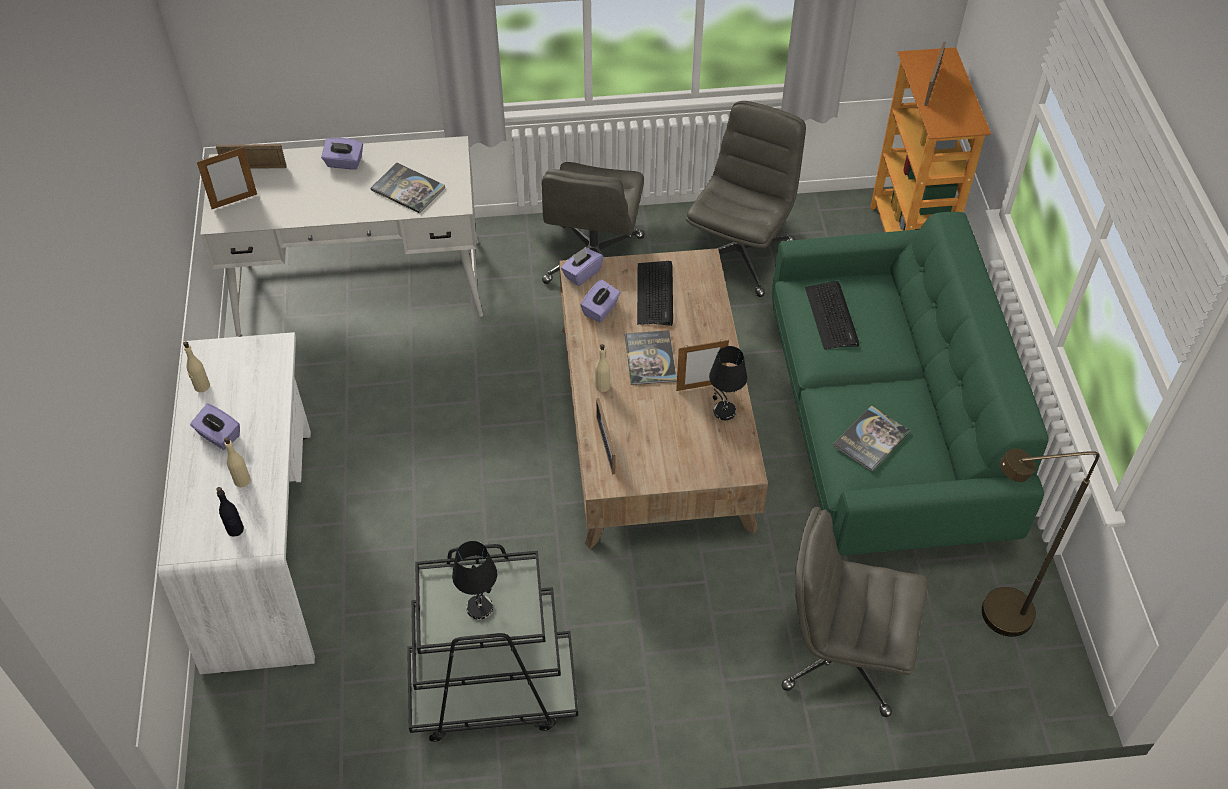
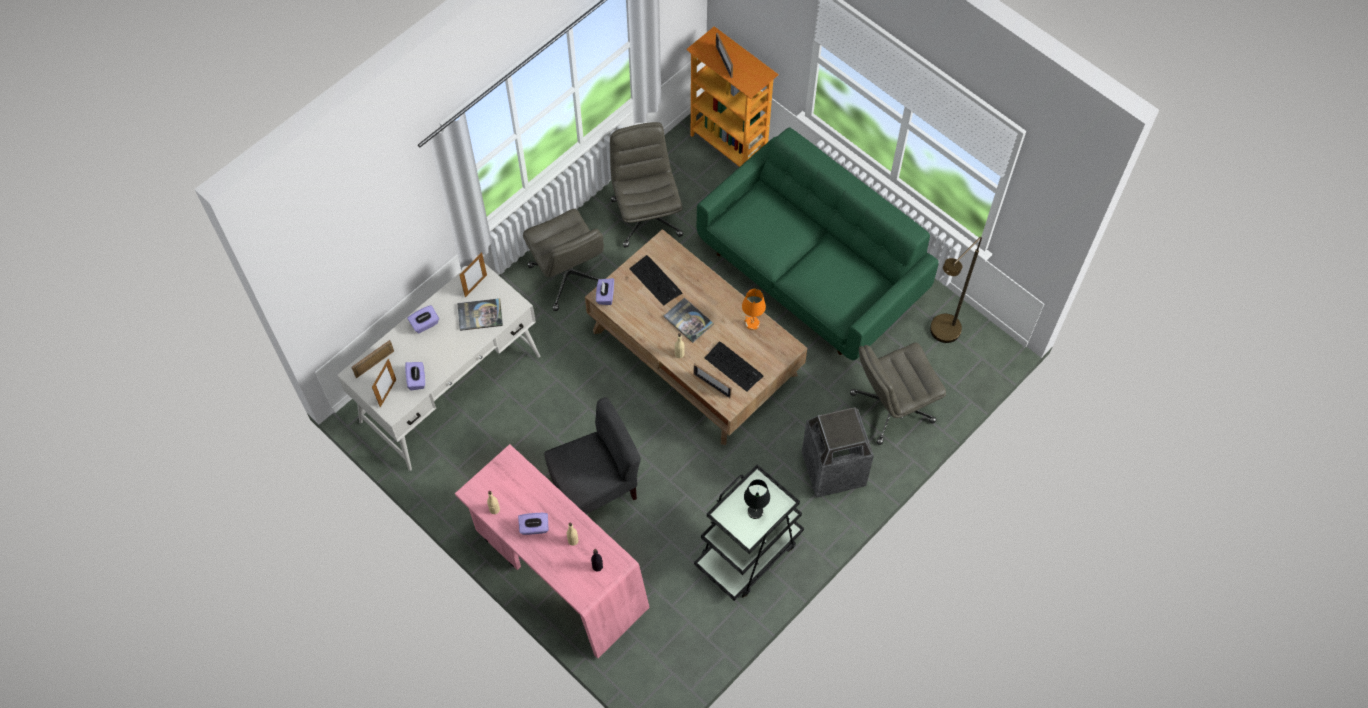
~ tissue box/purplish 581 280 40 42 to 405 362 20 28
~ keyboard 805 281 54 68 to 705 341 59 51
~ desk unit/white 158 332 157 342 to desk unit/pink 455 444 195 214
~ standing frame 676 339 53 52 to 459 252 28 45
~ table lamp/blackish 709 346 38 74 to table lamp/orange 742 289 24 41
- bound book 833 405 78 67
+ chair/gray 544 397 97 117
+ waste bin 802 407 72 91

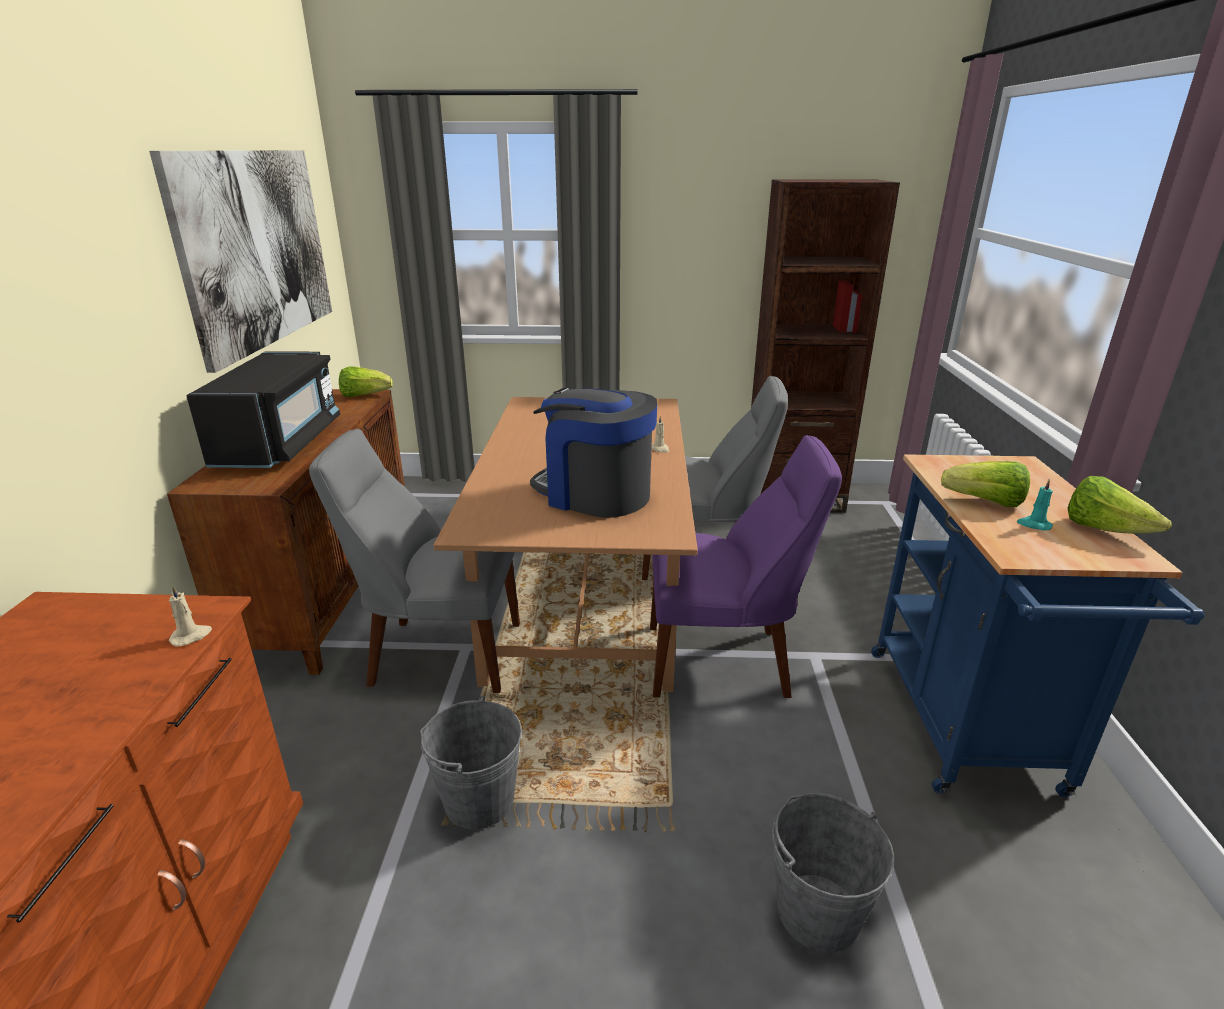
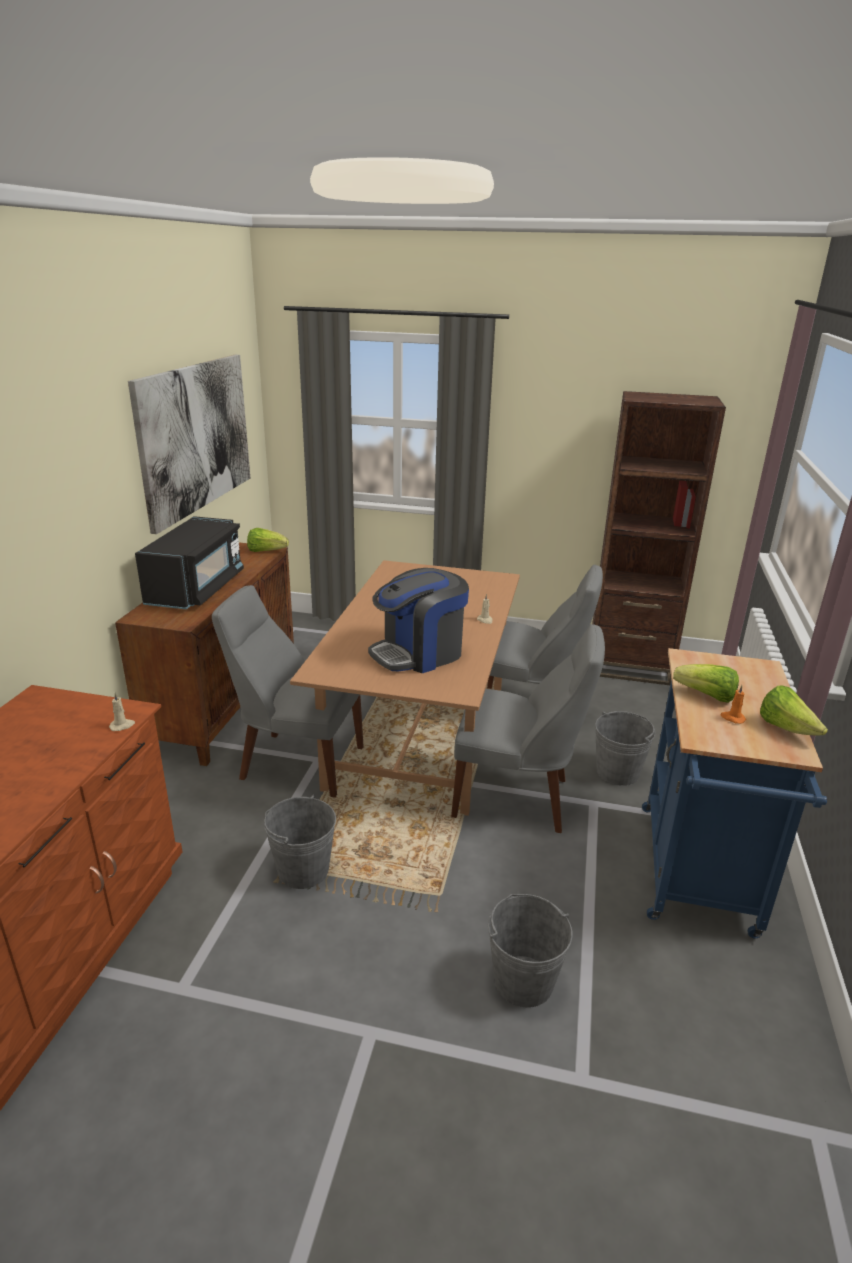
~ coffee brewer 530 388 127 130 = 368 568 101 105 75 degrees counterclockwise
~ chair/purplish 650 435 192 263 to chair/gray 451 624 154 209
~ wax candle/turquoise-coloured 1017 479 36 51 to wax candle/orange 721 685 25 39
+ pail/gray 595 711 60 75

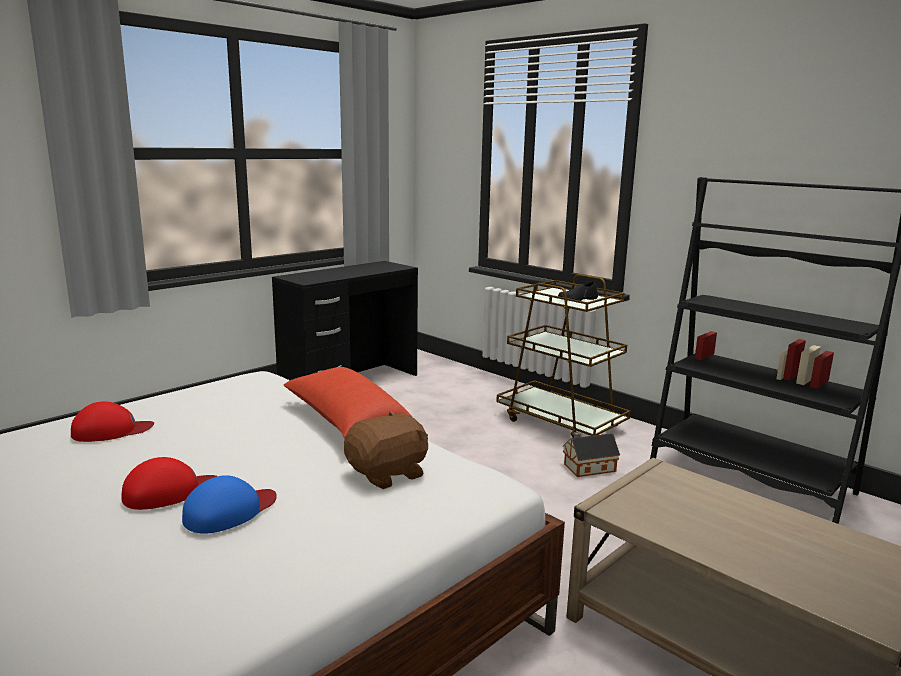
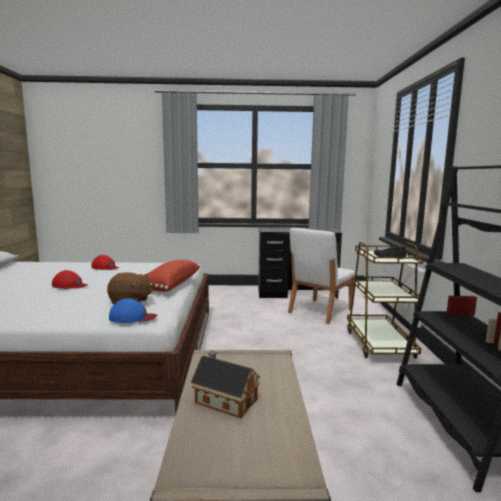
~ toy house 562 432 58 45 to 191 351 69 67
~ peaked cap/blue 182 475 95 59 to 109 298 49 25
+ chair/white 288 228 67 96

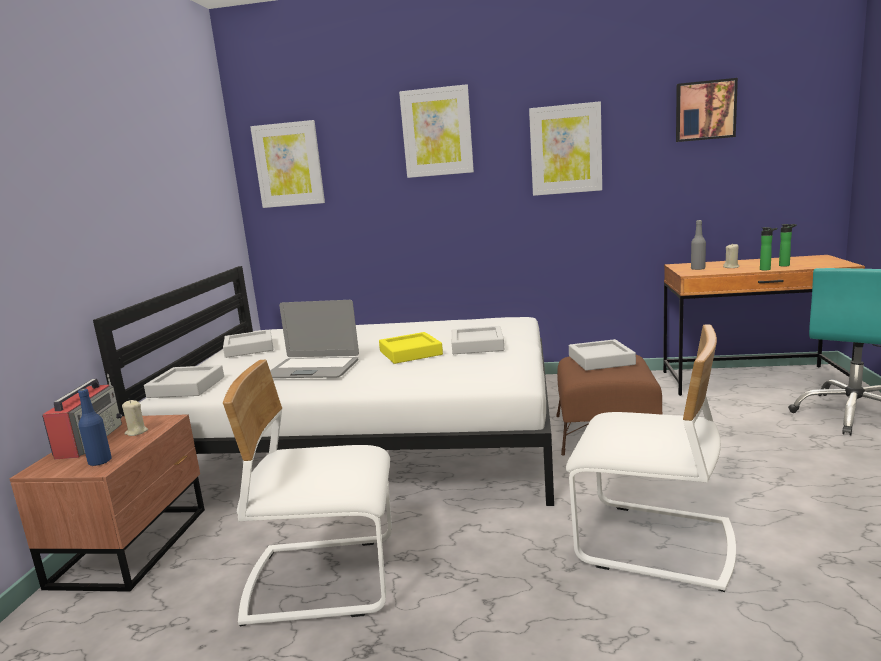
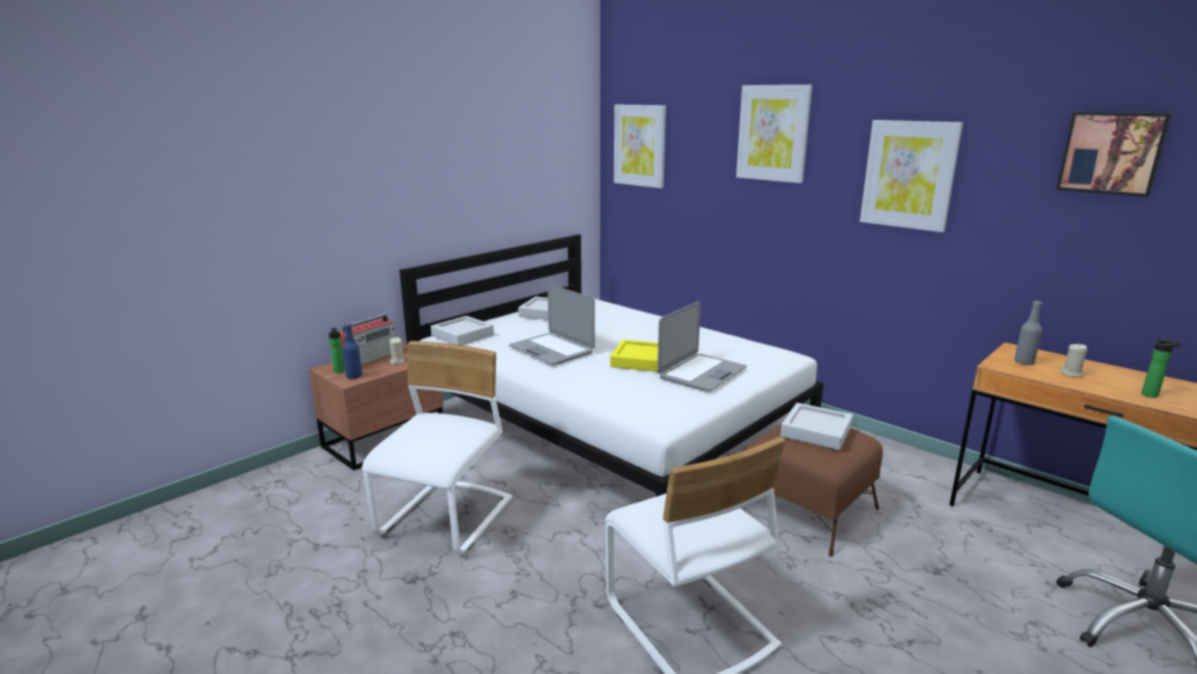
~ drink bottle 760 227 17 43 to 329 328 16 46
~ carrying tray/gray 452 326 52 28 to portable computer 657 301 90 90
~ chair/white 223 360 169 266 = 362 341 150 213 75 degrees clockwise

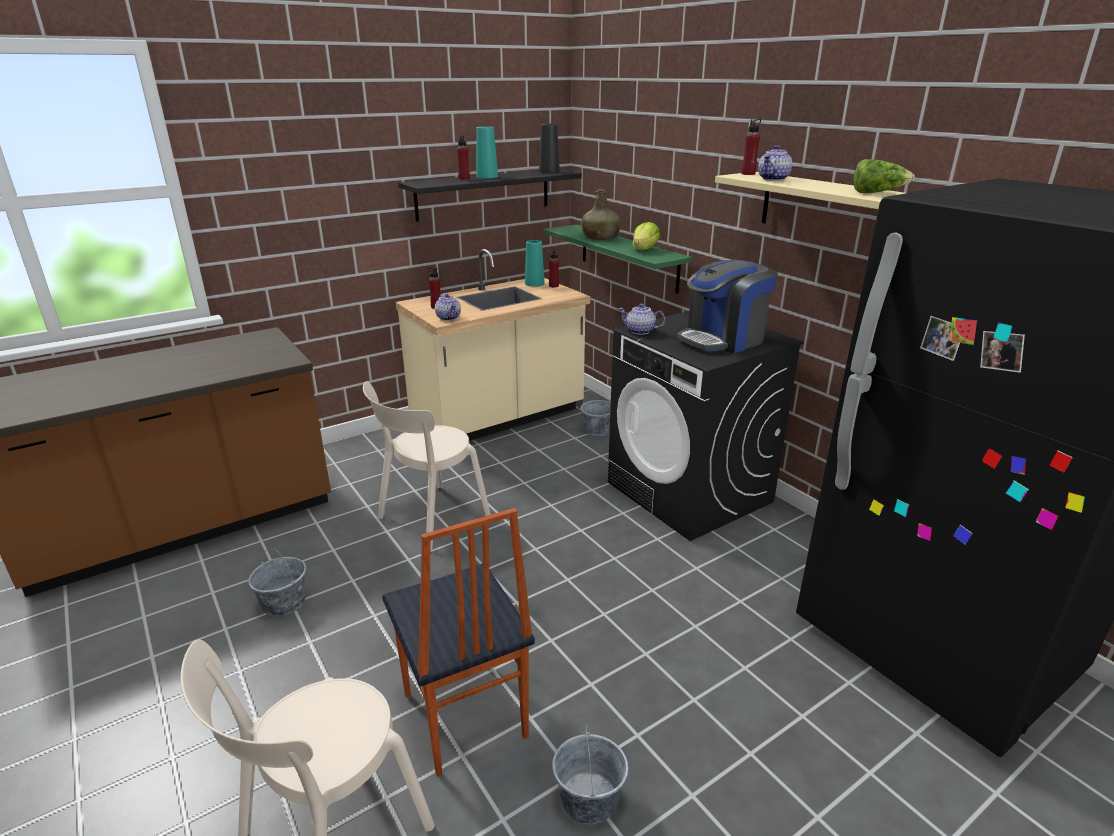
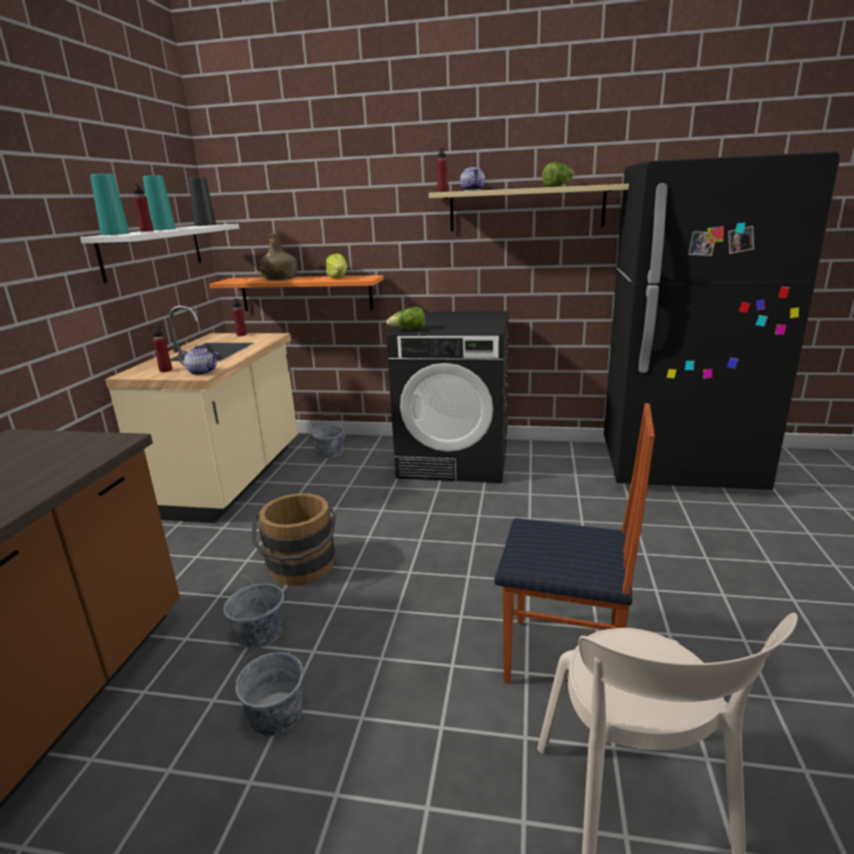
~ bracket shelf/blackish 398 169 184 53 to bracket shelf/white 80 224 159 59
~ bracket shelf/green-coloured 543 225 149 69 to bracket shelf/orange 209 275 175 36
~ decorative vase/turquoise-coloured 525 240 20 47 to 90 174 39 61
- coffee brewer 677 260 101 93
~ tea pot 618 303 47 32 to lettuce head 386 307 39 23
~ chair/beige 363 381 128 171 to pail/brown 252 493 84 93
~ pail/gray 552 726 76 98 to 223 575 61 74

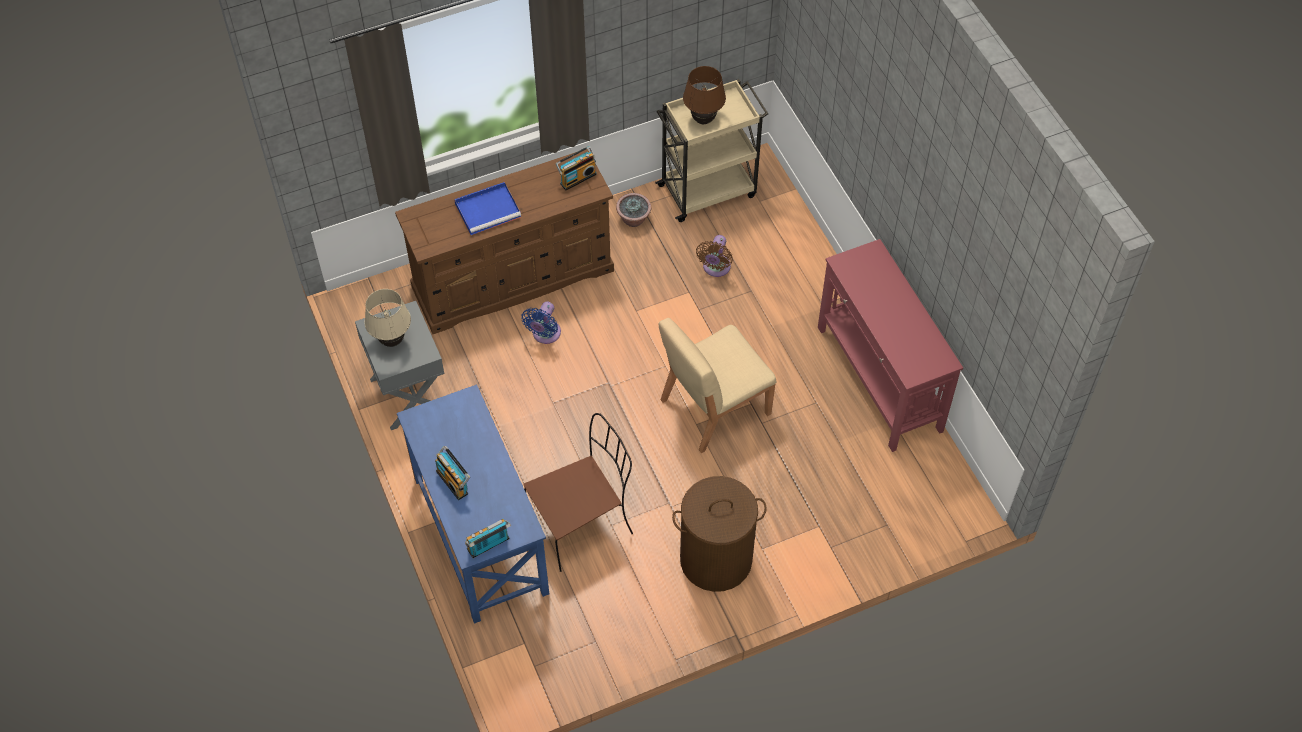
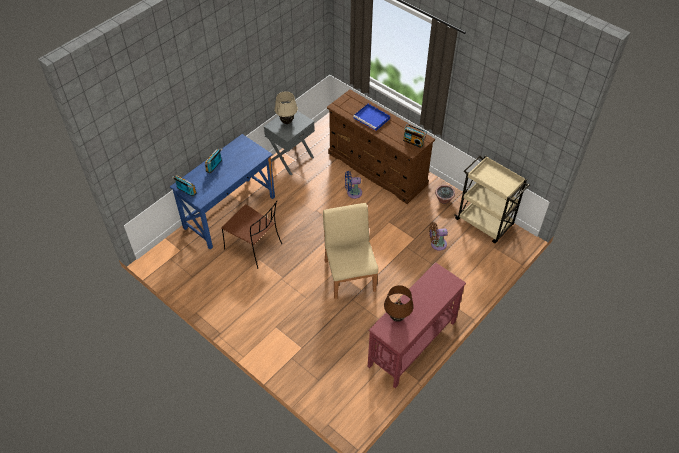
~ table lamp/brown 683 66 43 58 to 384 285 30 37
~ chair/beige 659 318 117 135 = 323 203 55 96 45 degrees clockwise
- hamper/brown 672 476 95 116

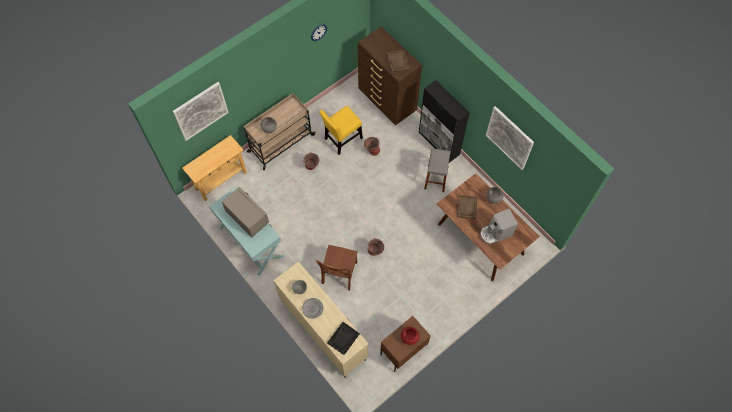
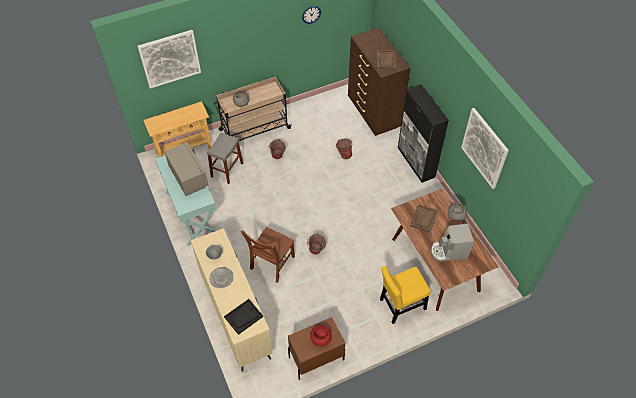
~ chair/yellow 319 106 44 49 to 380 266 51 58
~ stool seat/gray 424 148 26 44 to 207 133 36 51

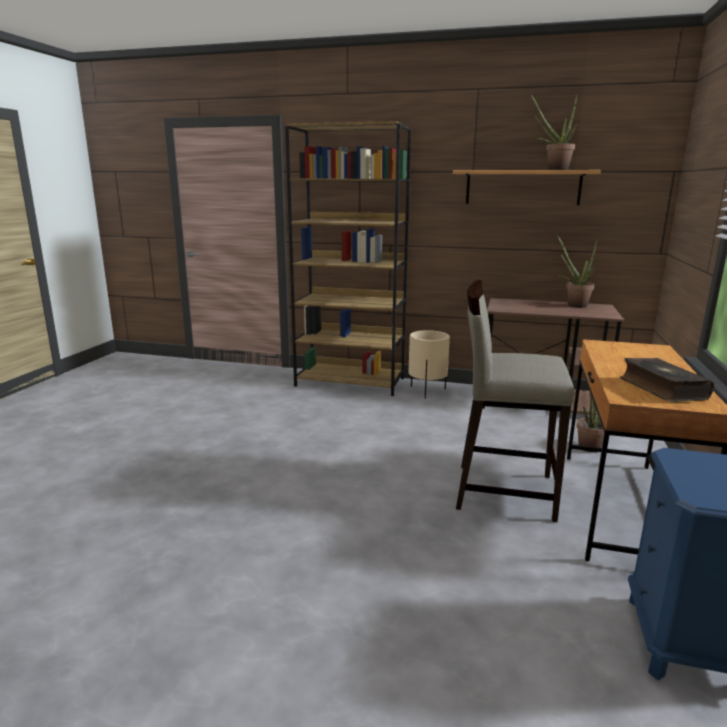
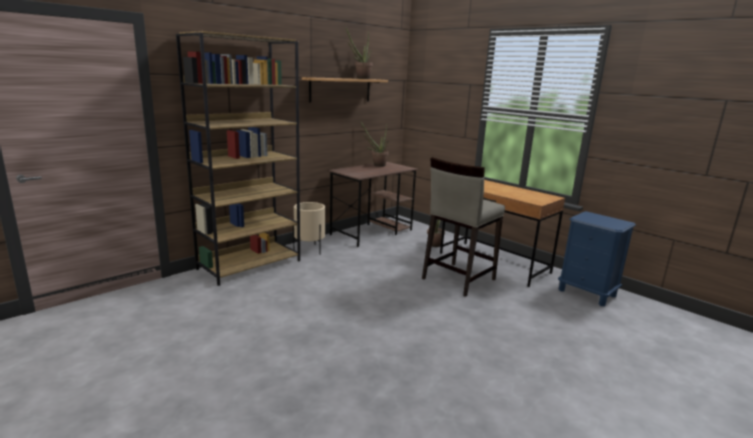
- bound book 620 358 94 44

